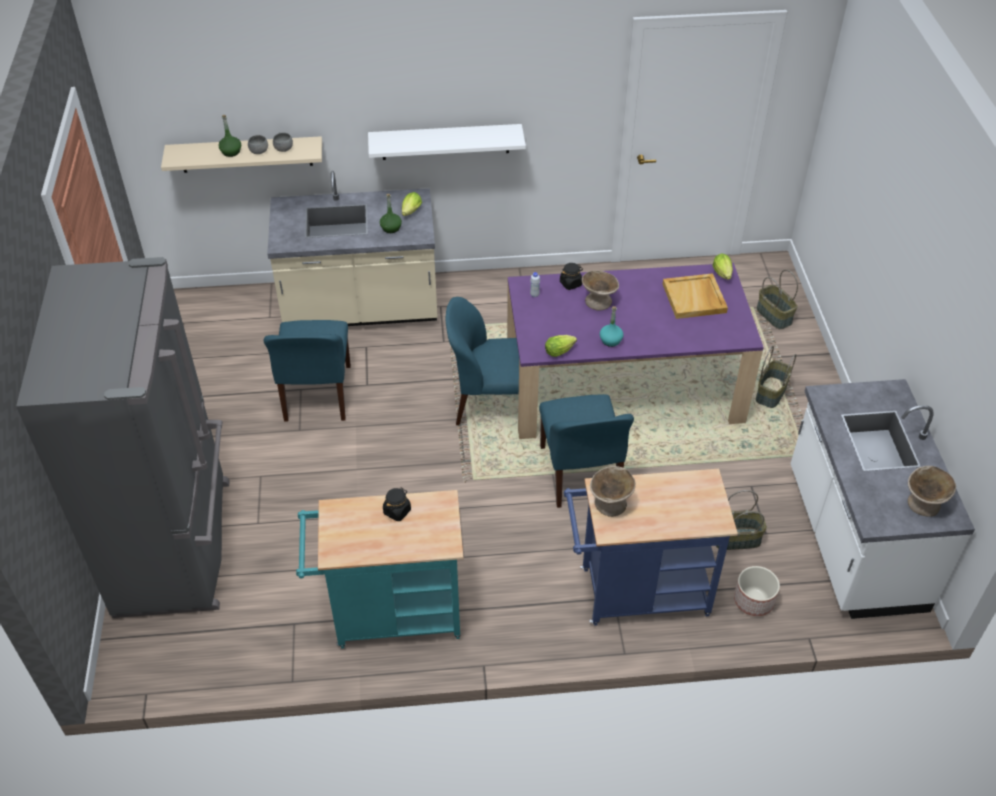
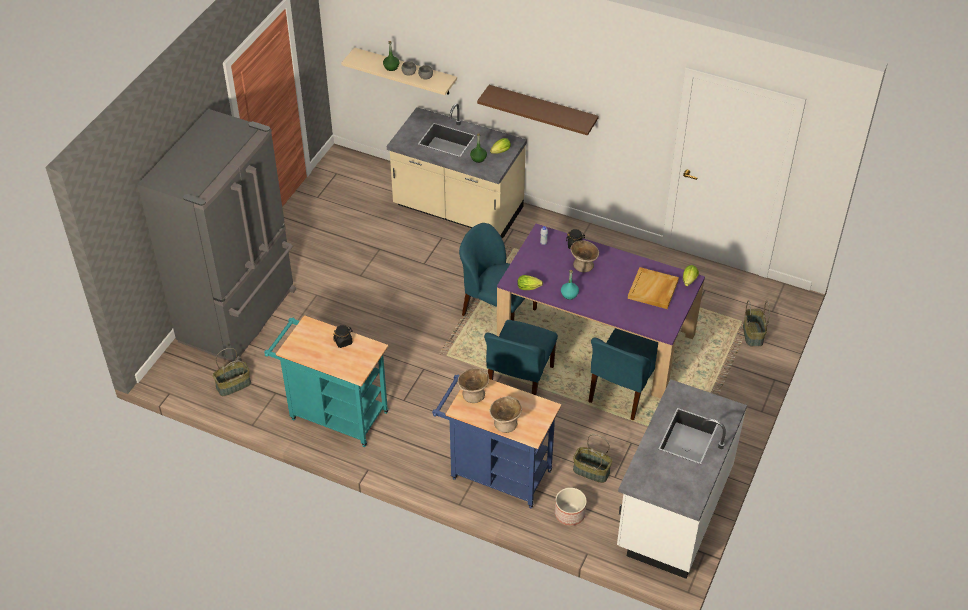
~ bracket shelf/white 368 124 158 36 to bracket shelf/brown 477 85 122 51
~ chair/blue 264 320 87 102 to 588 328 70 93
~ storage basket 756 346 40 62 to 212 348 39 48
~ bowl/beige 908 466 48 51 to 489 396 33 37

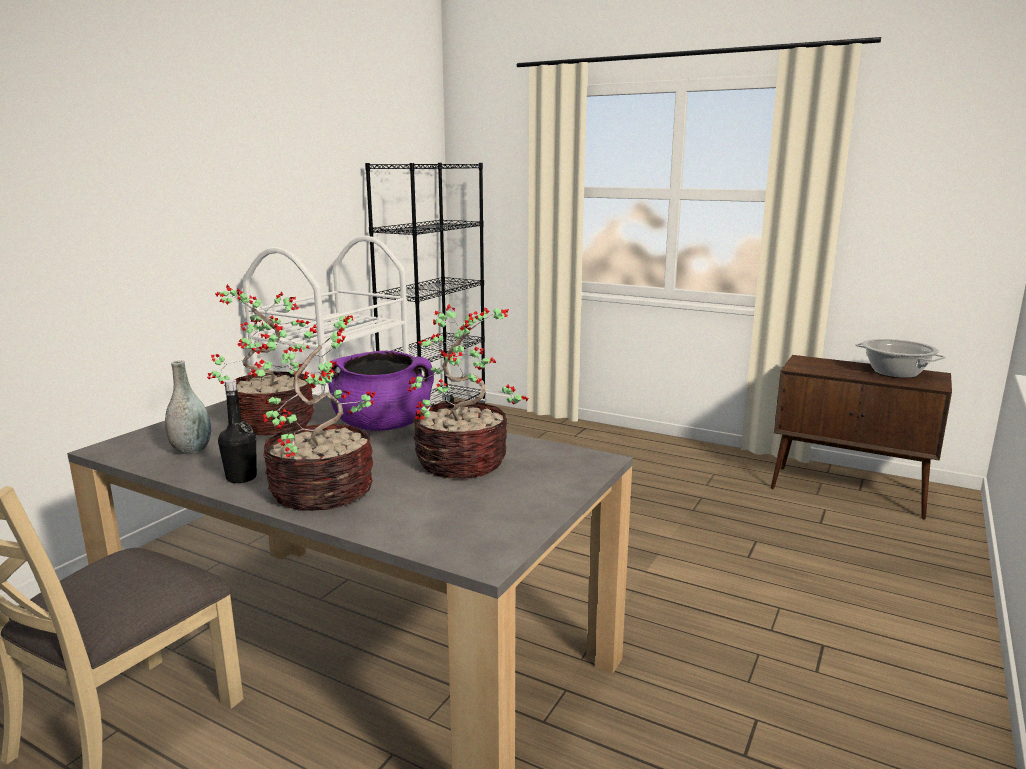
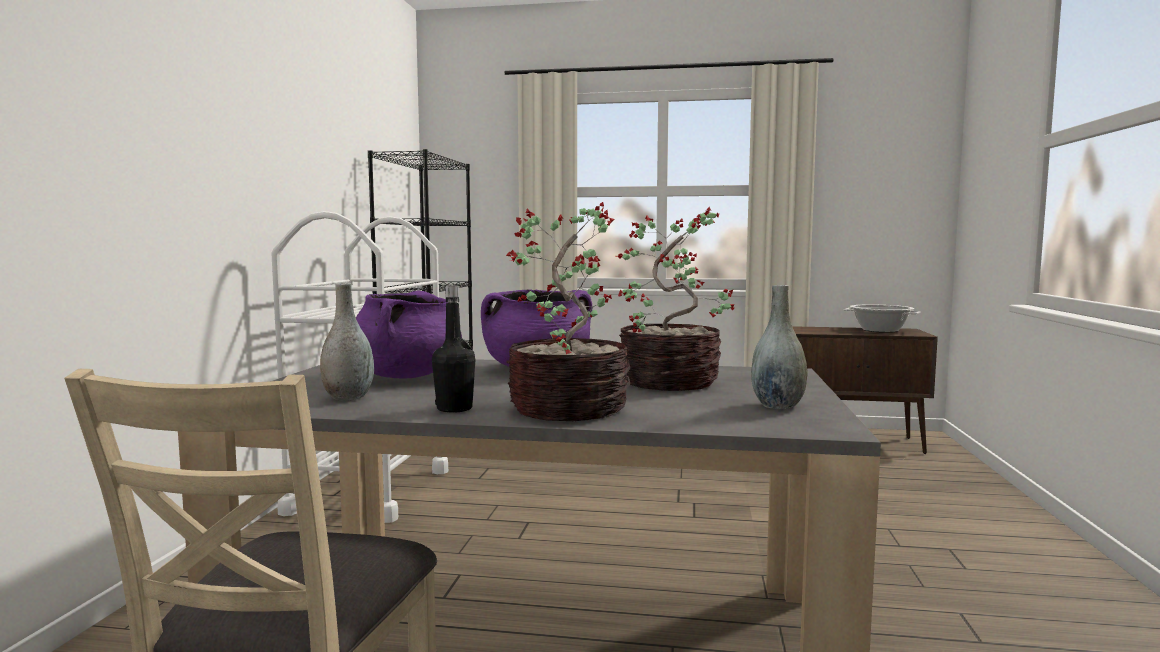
~ potted plant 207 284 107 151 to saucepot/purplish 356 290 106 89
+ decorative vase/gray 751 285 56 124

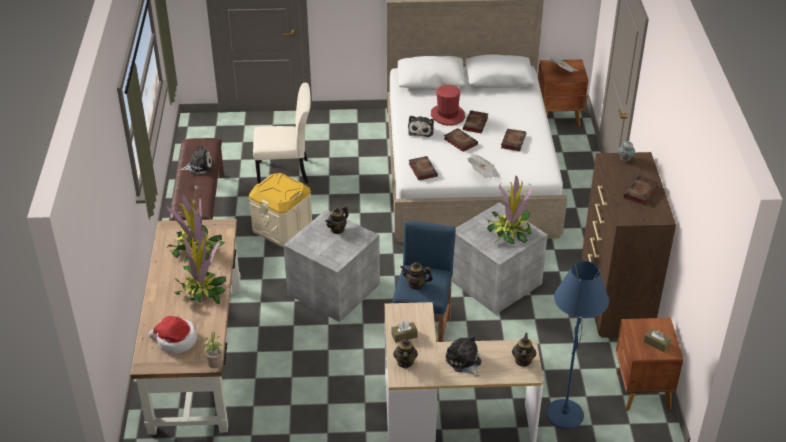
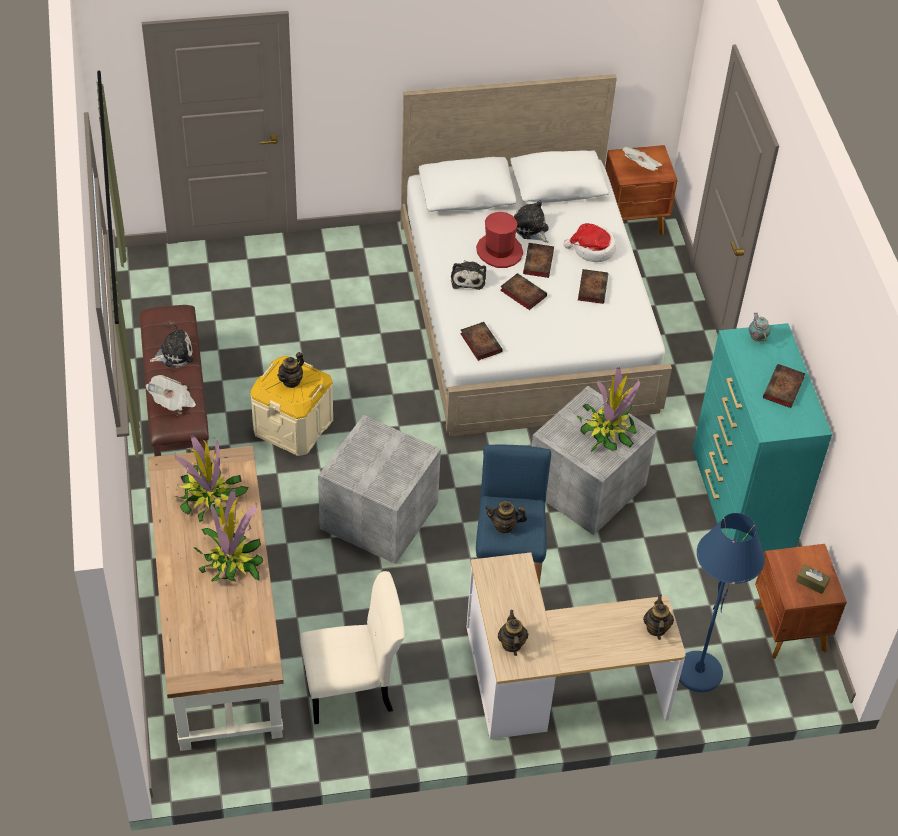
~ chair/beige 253 83 58 101 to 300 571 105 153
~ dresser/brown 581 152 95 186 to dresser/turquoise-coloured 693 323 139 230
~ newspaper 467 155 34 24 to 146 375 50 36
~ tea pot 325 206 24 28 to 277 352 27 36
~ clothing hat 148 316 49 38 to 564 223 52 39
- tissue box/brown 391 321 26 22
- potted plant 204 332 18 36
~ soft toy 446 335 35 42 to 514 201 35 42

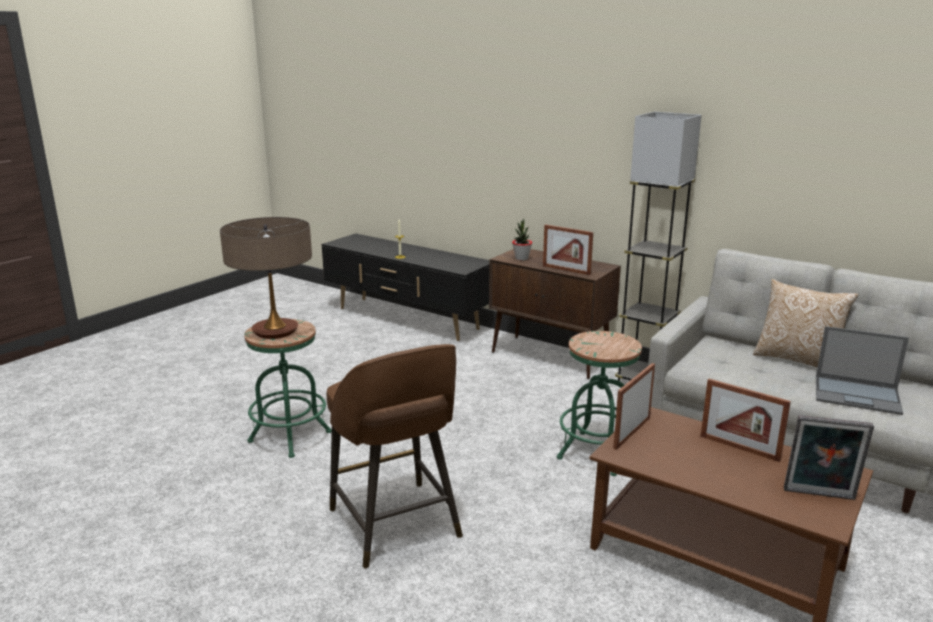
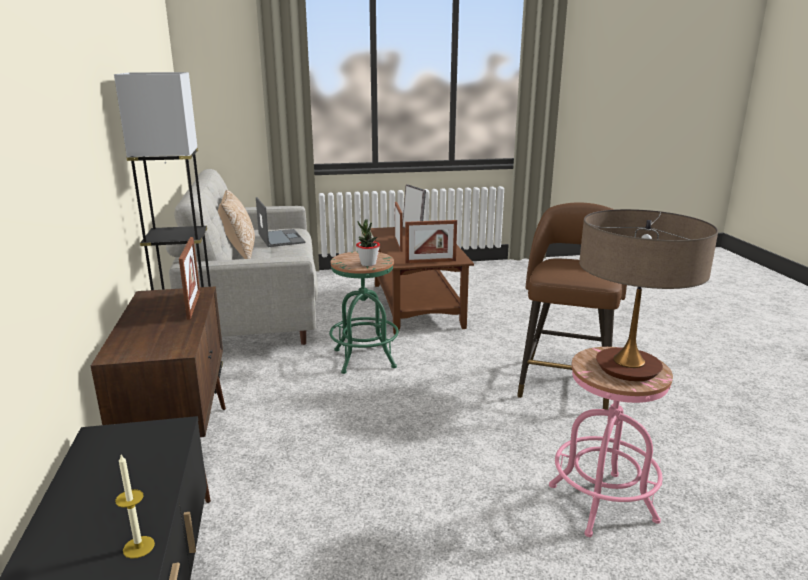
~ potted plant 512 219 20 42 to 356 219 24 47
~ stool seat/green-coloured 244 319 88 139 to stool seat/pink 549 347 124 190

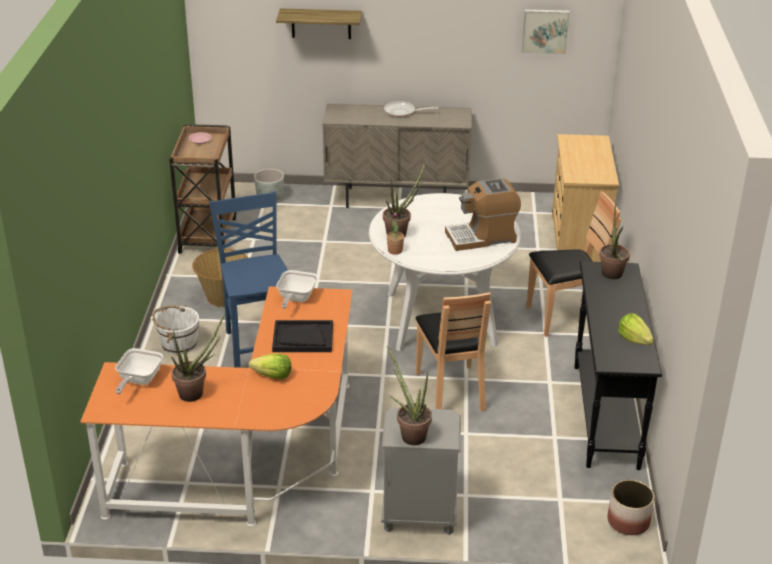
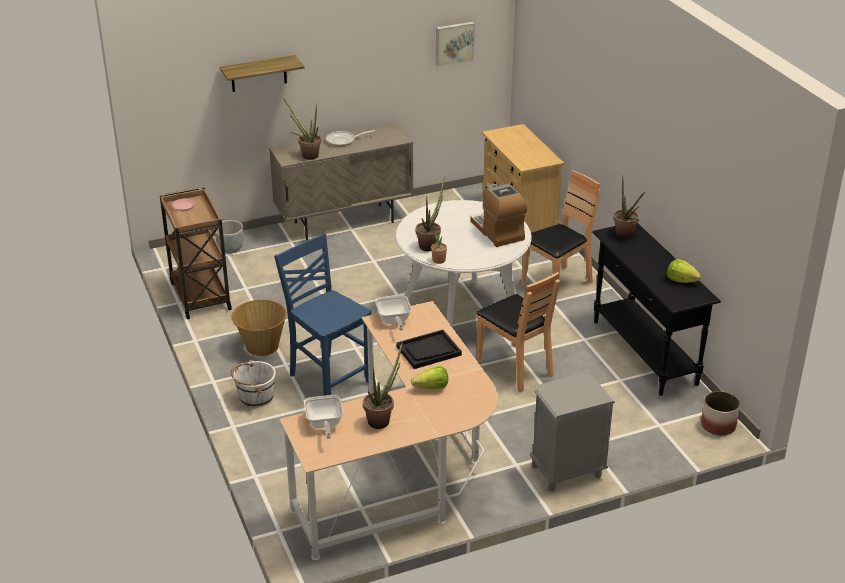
~ coffee brewer 445 178 76 73 = 470 184 57 63 105 degrees clockwise
~ desk unit/orange 80 286 273 240 to desk unit/beige 280 301 218 259
~ potted plant 387 346 45 99 to 283 98 38 62

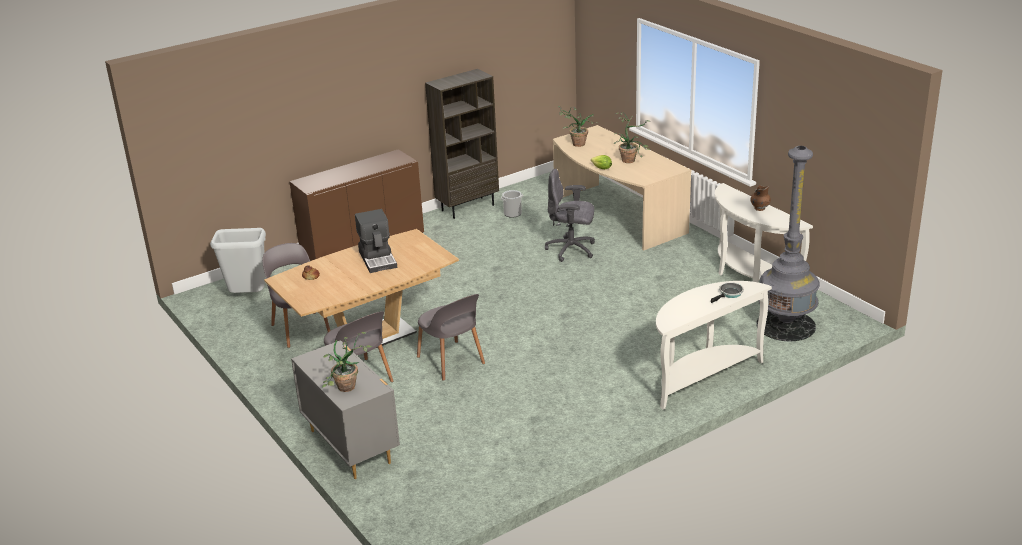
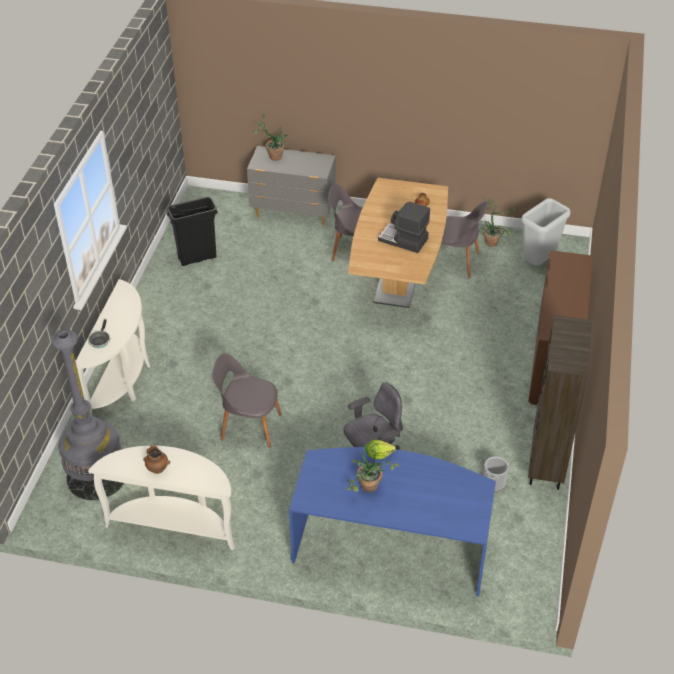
~ potted plant 558 106 40 41 to 479 199 37 48
~ desk unit/beige 553 125 138 125 to desk unit/blue 289 447 207 149
~ chair/gray 417 294 68 87 to 212 353 70 95
+ waste bin/blackish 167 196 51 70

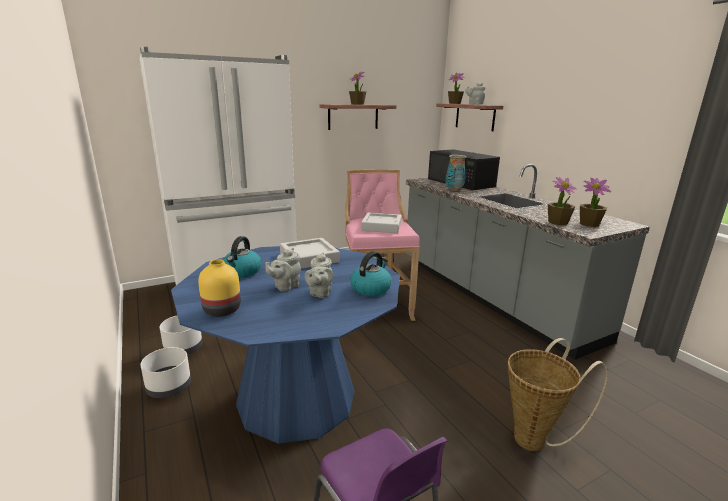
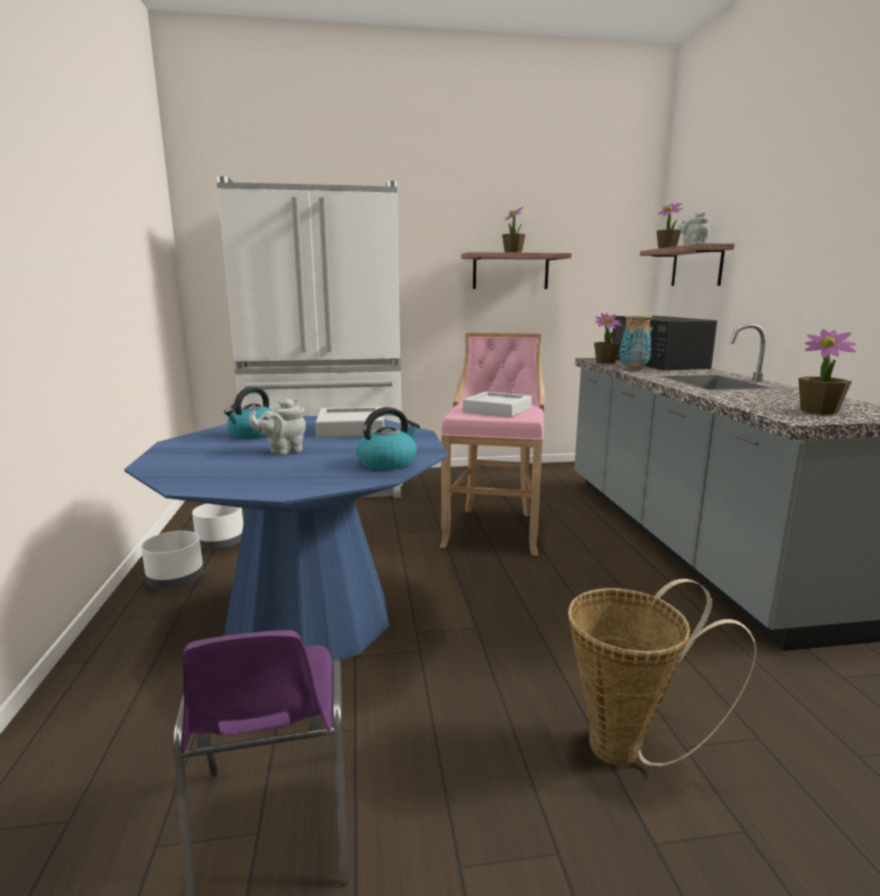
~ potted plant 548 177 29 48 to 594 313 28 51
- tea pot/gray 305 252 28 46
- decorative vase/yellow 198 259 43 58

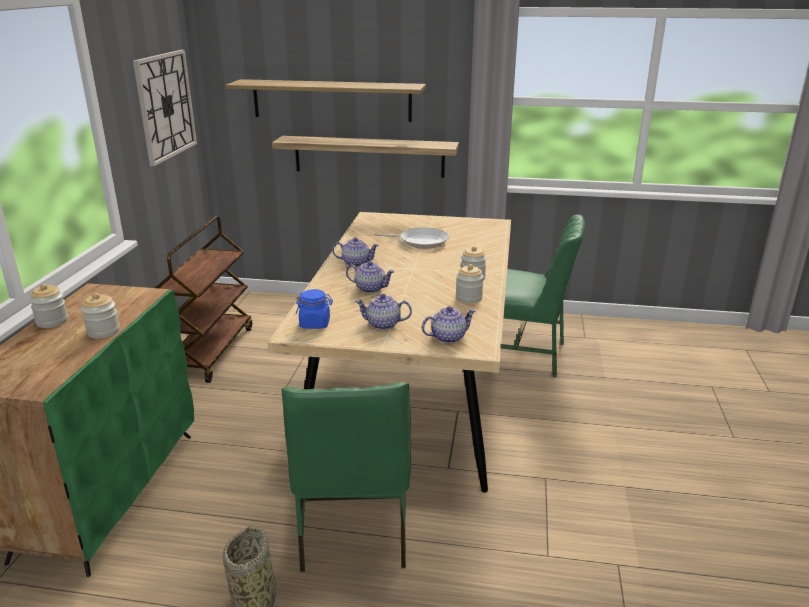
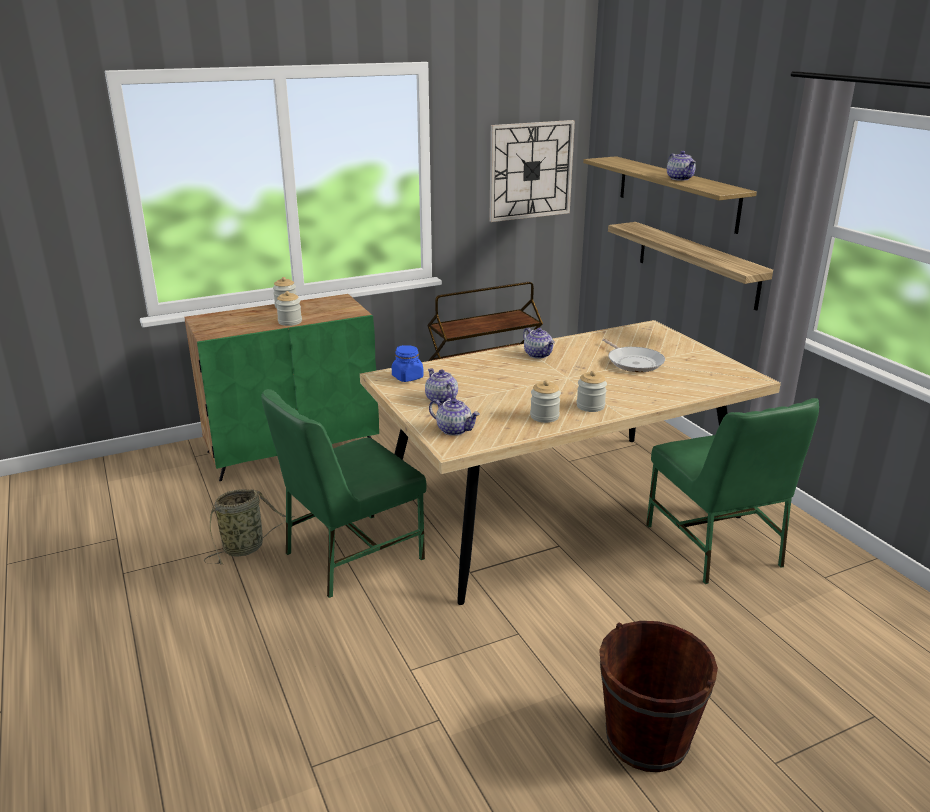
~ tea pot 346 261 49 32 to 667 151 29 30
+ pail/brown 599 621 119 151

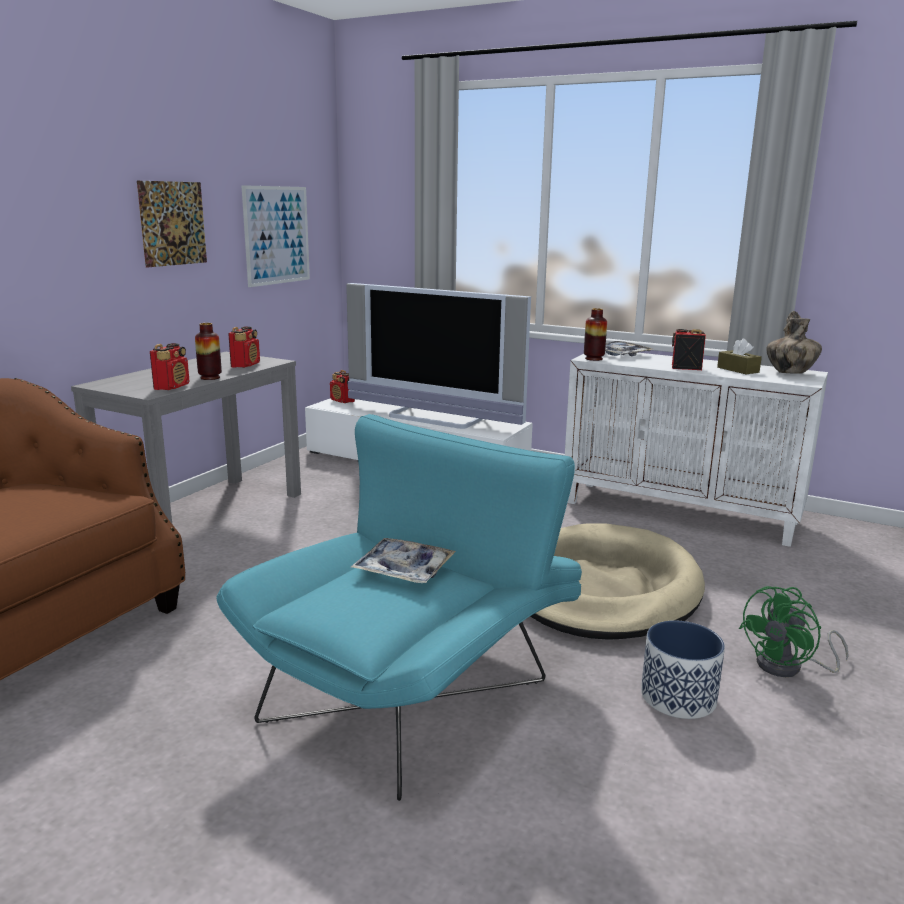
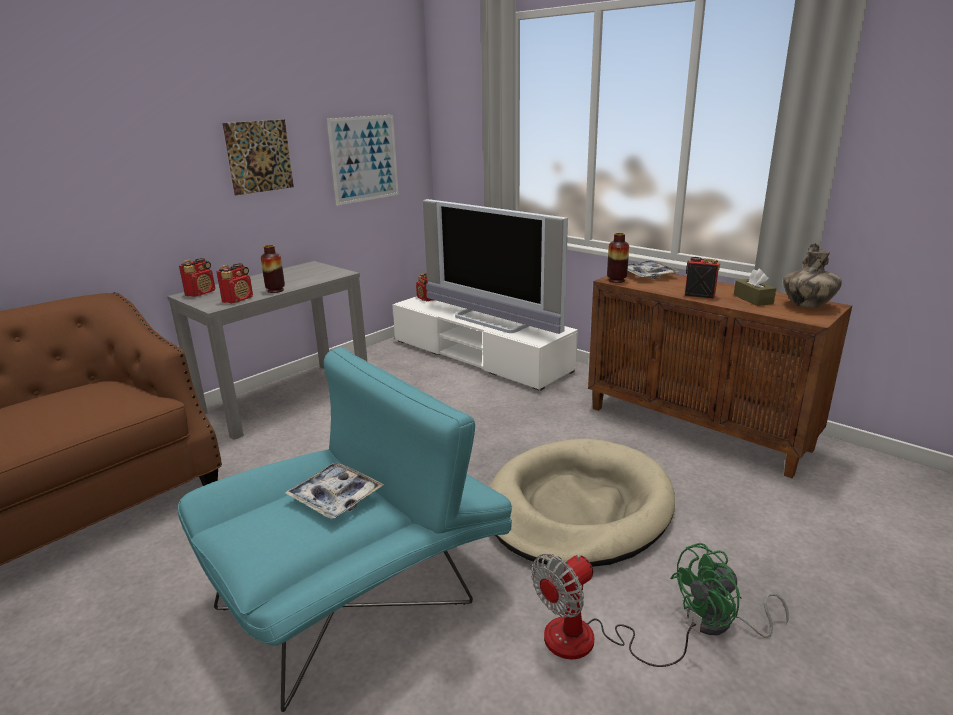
~ radio set 228 327 32 41 to 179 258 36 39
~ cupboard/white 565 351 263 196 to cupboard/brown 588 271 264 207
~ flower pot 641 620 84 99 to cooling fan 531 554 171 113

